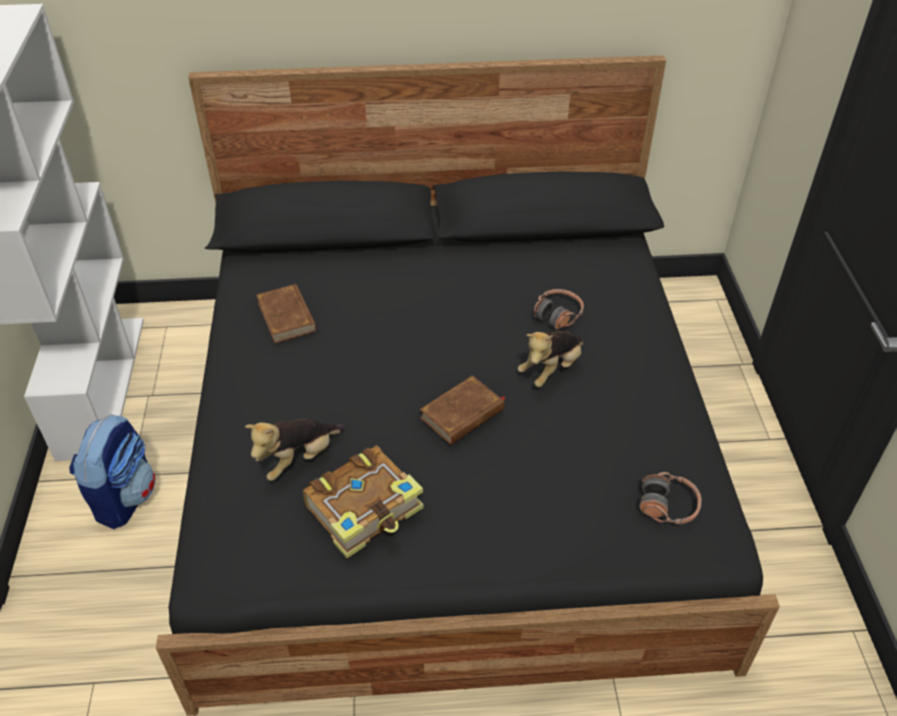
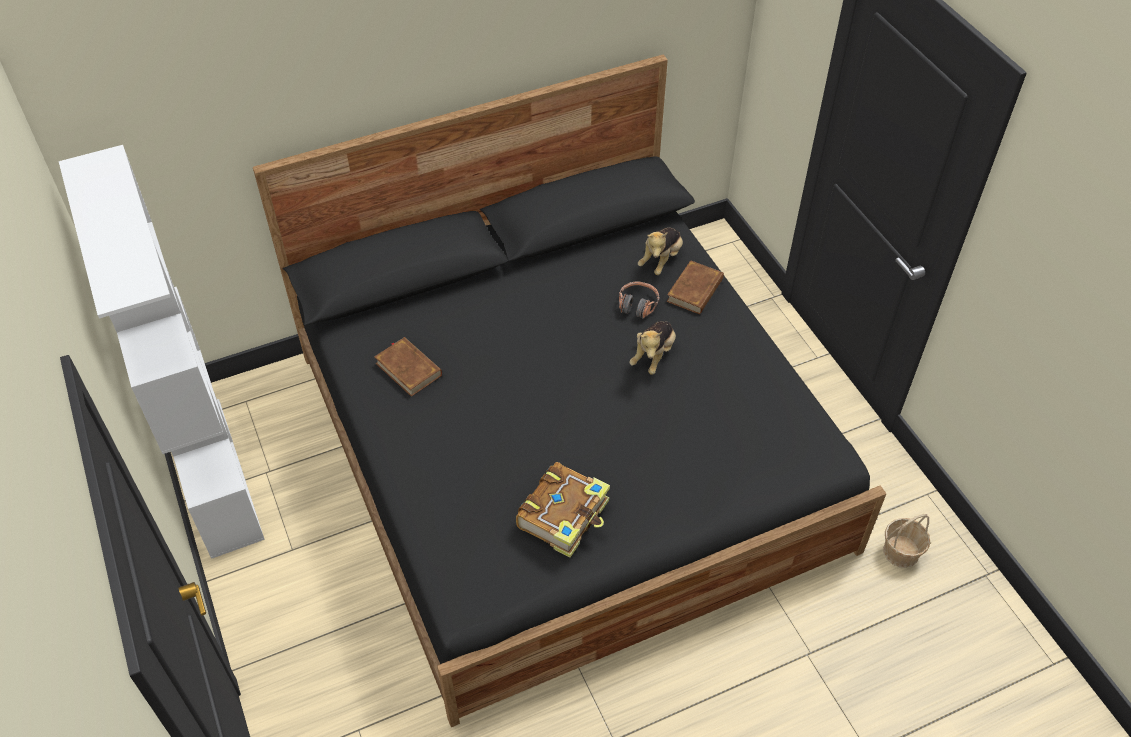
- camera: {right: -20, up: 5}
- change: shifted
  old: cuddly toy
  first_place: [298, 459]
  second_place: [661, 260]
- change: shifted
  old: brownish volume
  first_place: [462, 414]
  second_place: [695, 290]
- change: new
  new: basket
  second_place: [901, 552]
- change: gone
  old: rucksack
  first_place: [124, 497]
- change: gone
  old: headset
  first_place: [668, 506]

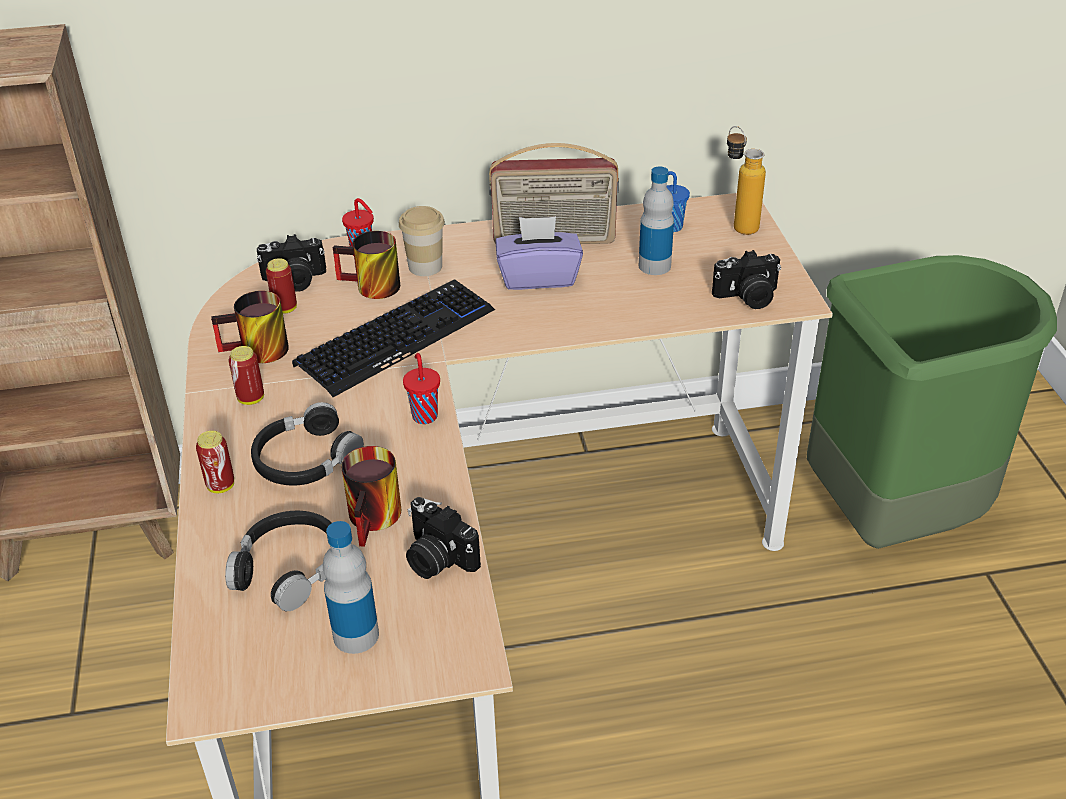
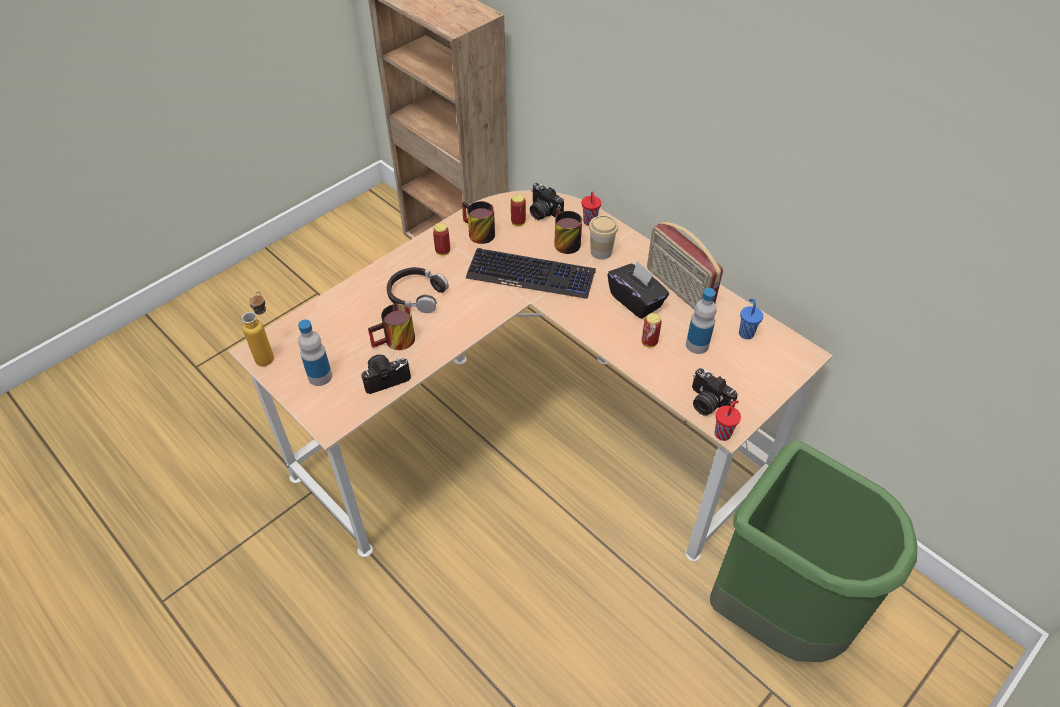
- camera: {right: 55, up: 10}
- change: shifted
  old: beverage bottle
  first_place: [738, 224]
  second_place: [268, 354]
- change: rotated
  old: still camera
  first_place: [436, 559]
  second_place: [385, 378]
  degrees: 60
- change: repainted
  old: purplish box of tissues
  new: black-coloured box of tissues
  first_place: [538, 277]
  second_place: [636, 301]
- change: shifted
  old: metal can
  first_place: [221, 486]
  second_place: [649, 342]
- change: shifted
  old: reddish cup
  first_place: [424, 415]
  second_place: [723, 433]
- change: gone
  old: black-coloured headset
  first_place: [289, 568]

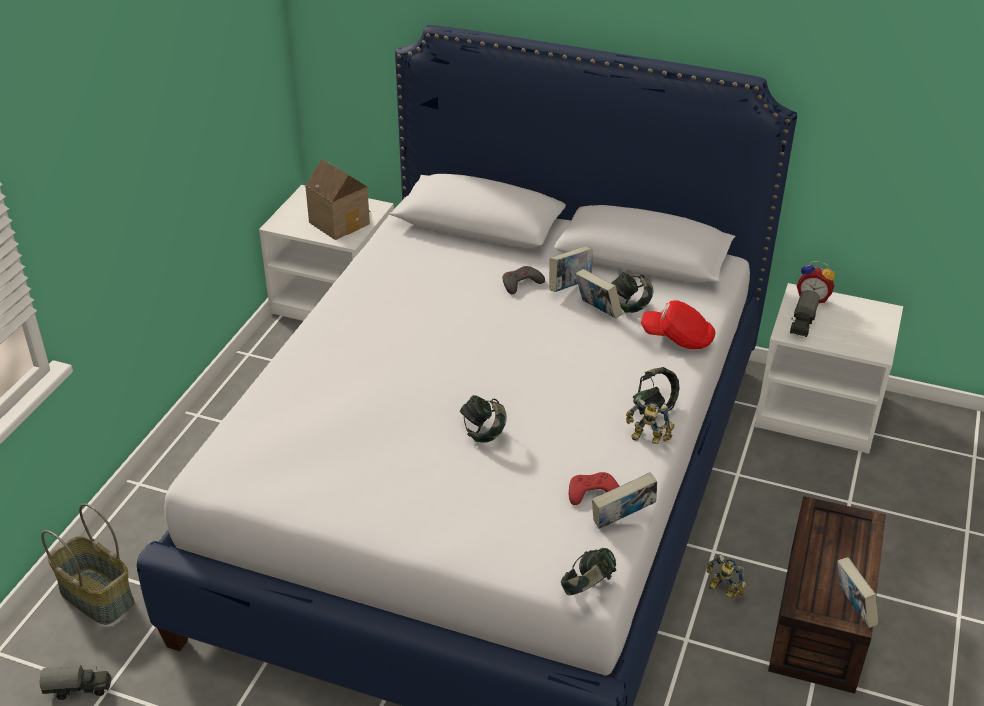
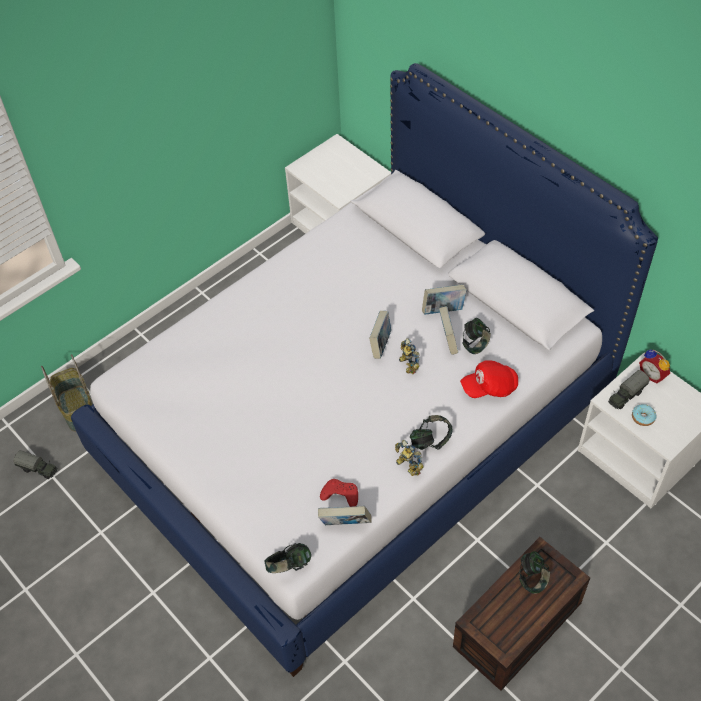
- camera: {right: 30, up: 15}
- change: shifted
  old: volume
  first_place: [853, 608]
  second_place: [380, 344]
- change: shifted
  old: model robot
  first_place: [722, 590]
  second_place: [407, 365]
- change: rotated
  old: reddish peaked cap
  first_place: [678, 338]
  second_place: [489, 387]
  degrees: -60
- change: shifted
  old: headset
  first_place: [483, 432]
  second_place: [532, 578]
- change: new
  new: ring doughnut
  second_place: [643, 417]
- change: gone
  old: miniature house
  first_place: [341, 222]
- change: gone
  old: gray game controller
  first_place: [521, 283]

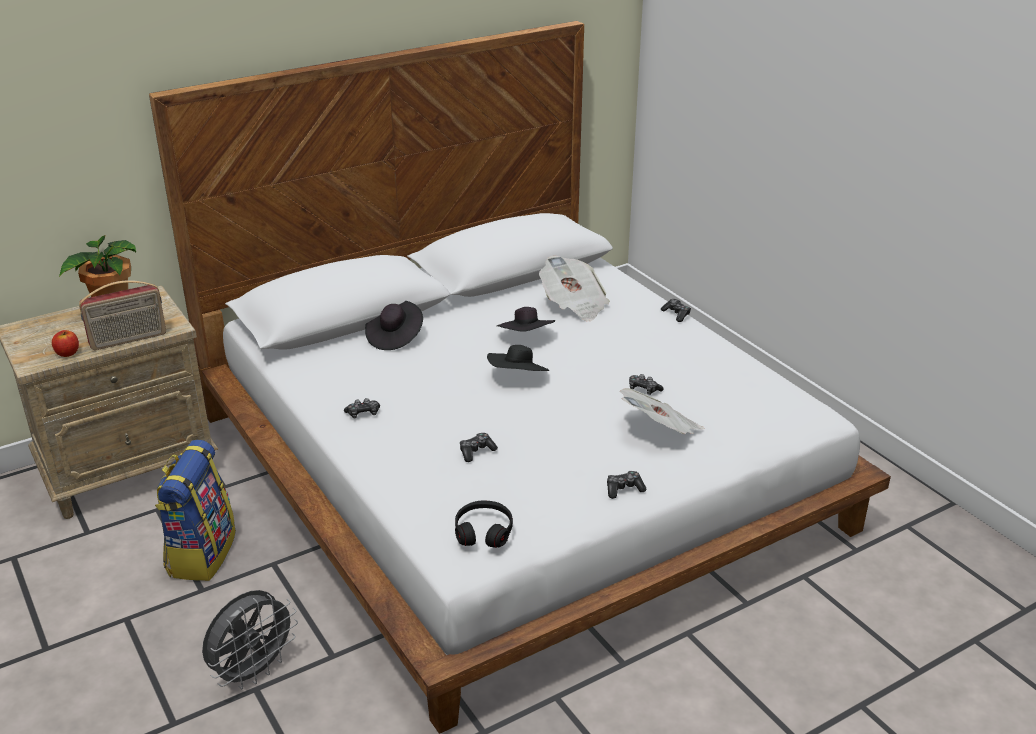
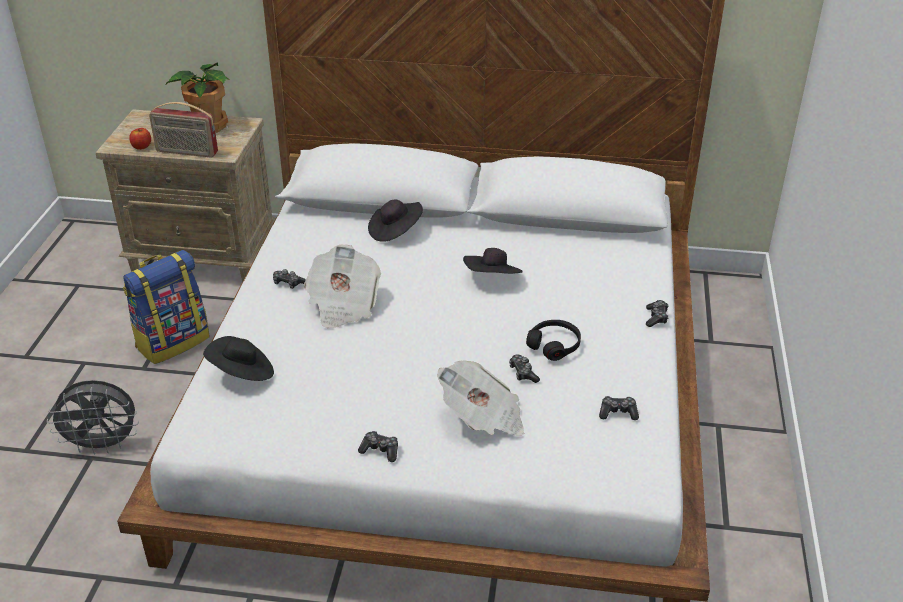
- camera: {right: 40, up: 5}
- change: shifted
  old: black-coloured clothing hat
  first_place: [518, 378]
  second_place: [242, 373]
- change: shifted
  old: daily paper
  first_place: [574, 305]
  second_place: [343, 304]
- change: shifted
  old: black-coloured headset
  first_place: [483, 531]
  second_place: [554, 345]
- change: shifted
  old: game controller
  first_place: [476, 451]
  second_place: [618, 412]

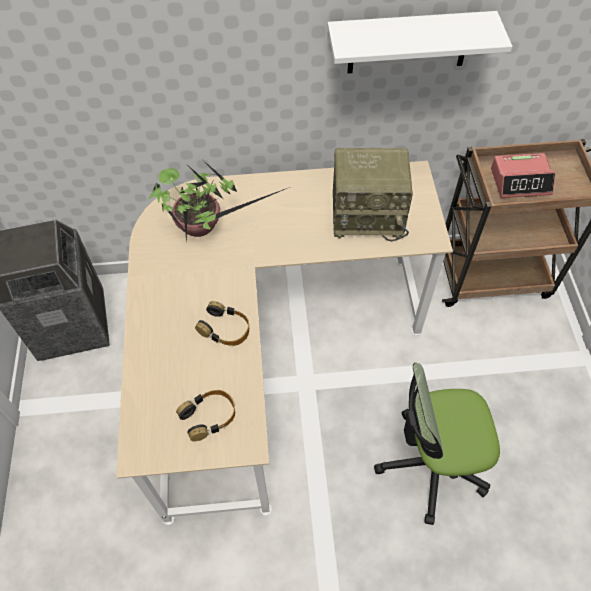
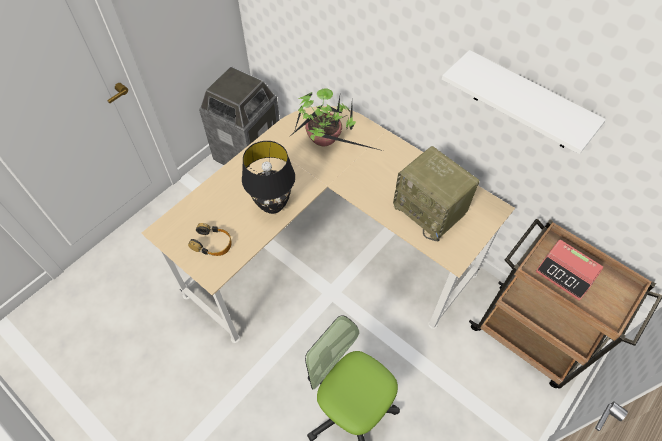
- camera: {right: 45, up: 0}
- change: swapped
  old: headset
  new: black-coloured tabletop lamp
  first_place: [225, 328]
  second_place: [272, 206]

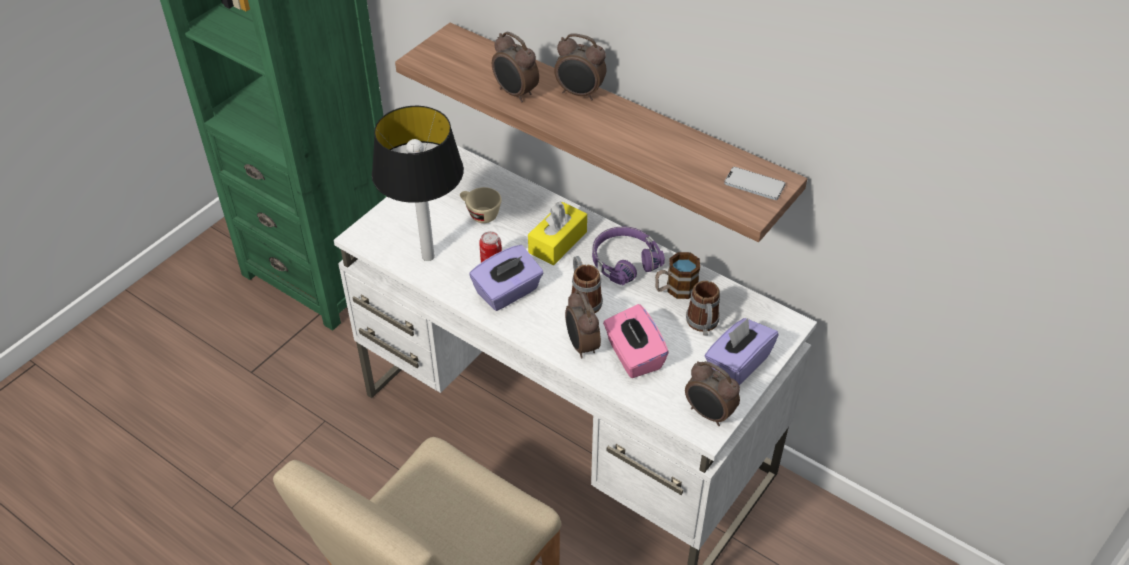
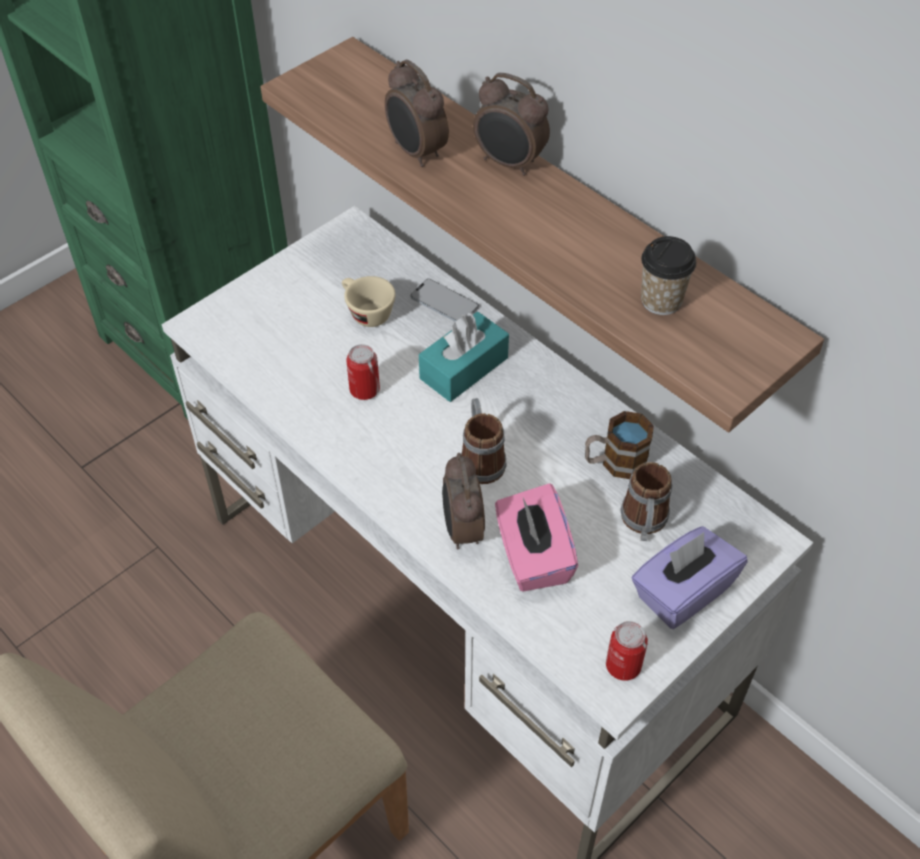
- camera: {right: 10, up: 5}
- change: shifted
  old: handset
  first_place: [754, 184]
  second_place: [444, 302]
- change: repainted
  old: yellow-coloured box of tissues
  new: turquoise box of tissues
  first_place: [557, 242]
  second_place: [464, 368]
- change: swapped
  old: table clock
  new: metal can
  first_place: [708, 414]
  second_place: [623, 666]
- change: new
  new: cup
  second_place: [661, 301]
- change: gone
  old: tabletop lamp
  first_place: [427, 255]
- change: gone
  old: purplish box of tissues
  first_place: [508, 292]
- change: gone
  old: purplish headset
  first_place: [624, 261]

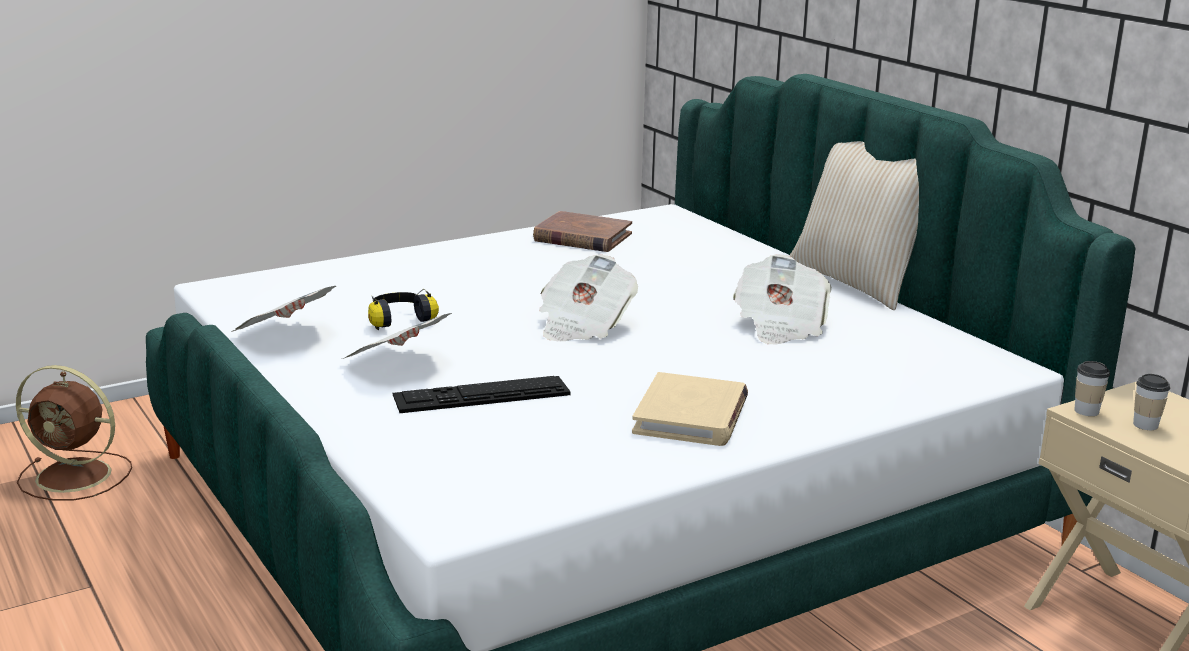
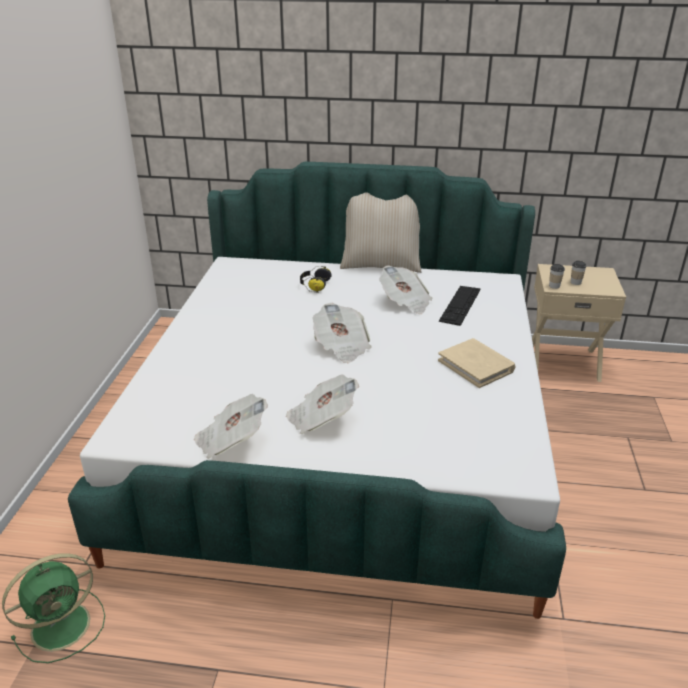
- camera: {right: -50, up: 10}
- change: repainted
  old: brownish fan
  new: green-coloured fan
  first_place: [77, 476]
  second_place: [63, 624]
- change: shifted
  old: headset
  first_place: [399, 320]
  second_place: [314, 285]
- change: shifted
  old: PC keyboard
  first_place: [481, 394]
  second_place: [460, 305]
- change: gone
  old: brownish volume
  first_place: [582, 237]

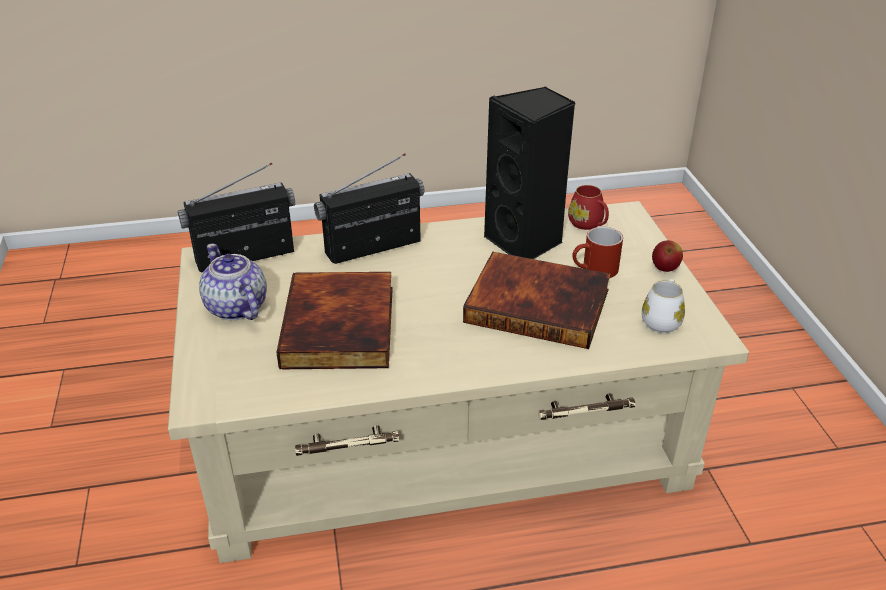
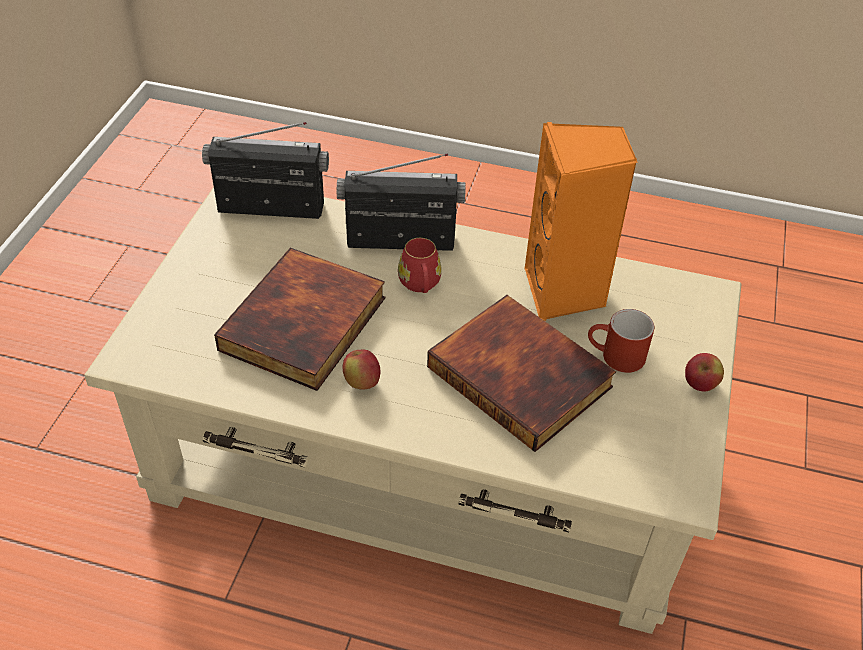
- camera: {right: 25, up: 10}
- change: new
  new: apple fruit
  second_place: [361, 382]
- change: shifted
  old: reddish mug
  first_place: [588, 225]
  second_place: [420, 285]
- change: repainted
  old: black-coloured loudspeaker
  new: orange loudspeaker
  first_place: [526, 243]
  second_place: [564, 293]
- change: gone
  old: pot for tea
  first_place: [236, 308]
- change: gone
  old: white mug
  first_place: [662, 320]

